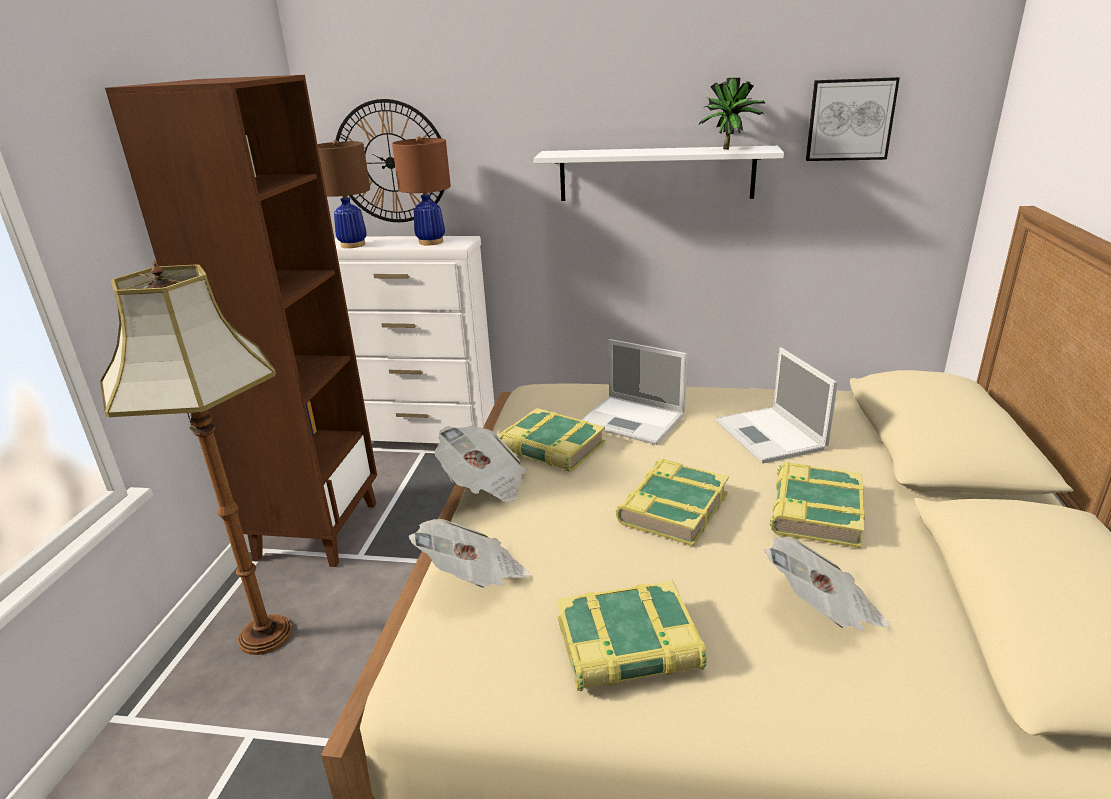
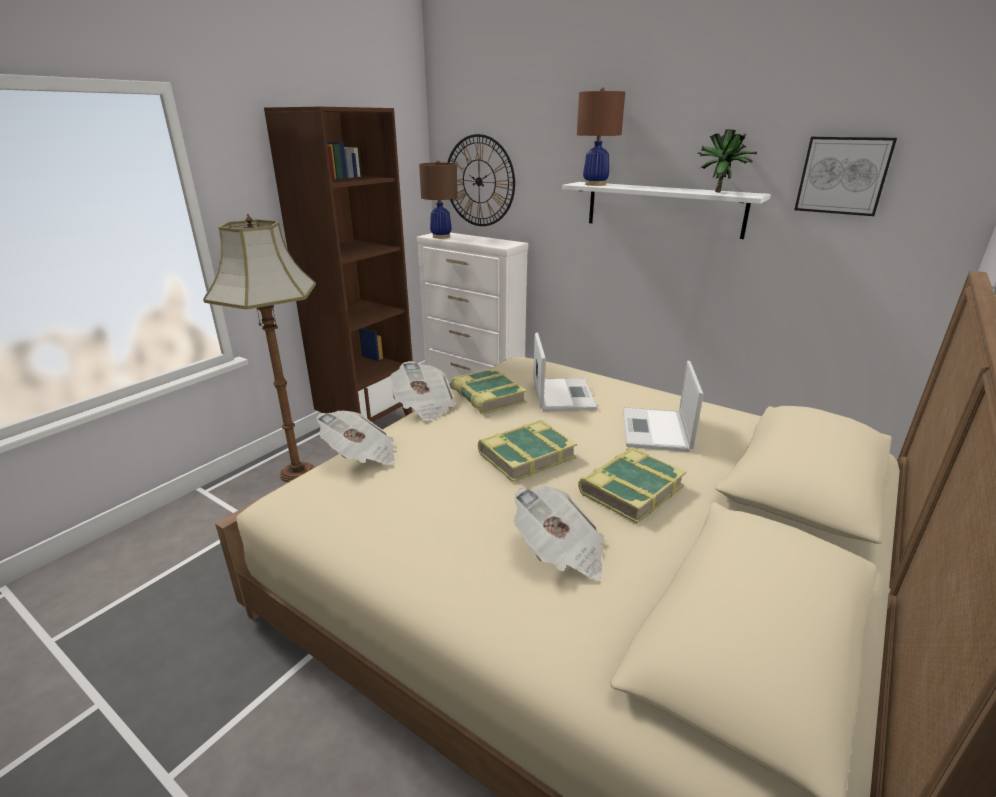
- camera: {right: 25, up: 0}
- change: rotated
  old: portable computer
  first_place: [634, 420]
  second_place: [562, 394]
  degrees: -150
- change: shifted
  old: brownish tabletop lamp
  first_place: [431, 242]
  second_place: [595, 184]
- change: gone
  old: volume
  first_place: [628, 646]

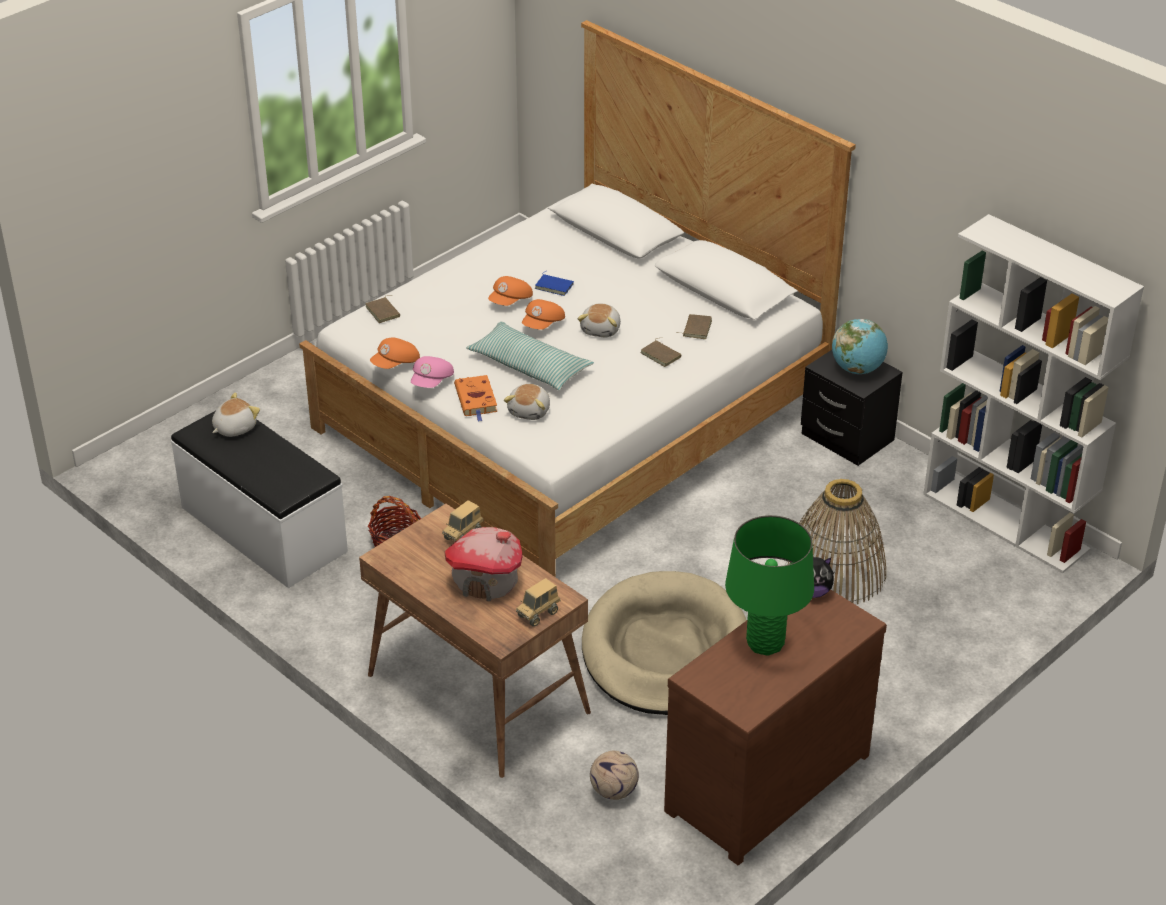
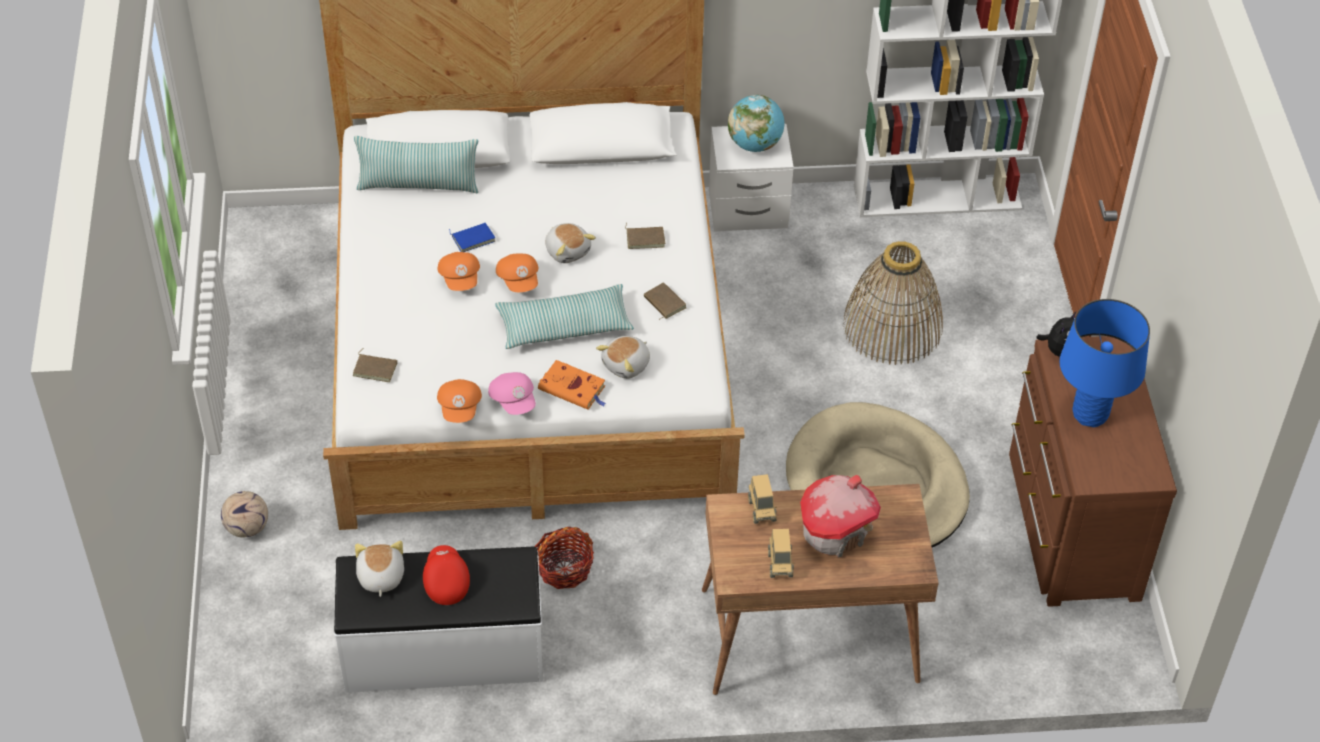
- camera: {right: -50, up: 10}
- change: shifted
  old: football
  first_place: [613, 791]
  second_place: [246, 528]
- change: new
  new: cushion
  second_place: [418, 185]
- change: new
  new: reddish peaked cap
  second_place: [445, 581]
- change: rotated
  old: cuddly toy
  first_place: [530, 411]
  second_place: [627, 365]
  degrees: 75
- change: shifted
  old: brownish volume
  first_place: [696, 328]
  second_place: [663, 303]
- change: repainted
  old: black-coloured night table
  new: white night table
  first_place: [846, 438]
  second_place: [748, 211]
- change: shifted
  old: model truck
  first_place: [538, 614]
  second_place: [780, 564]
- change: repainted
  old: green-coloured tabletop lamp
  new: bluish tabletop lamp
  first_place: [765, 643]
  second_place: [1089, 414]

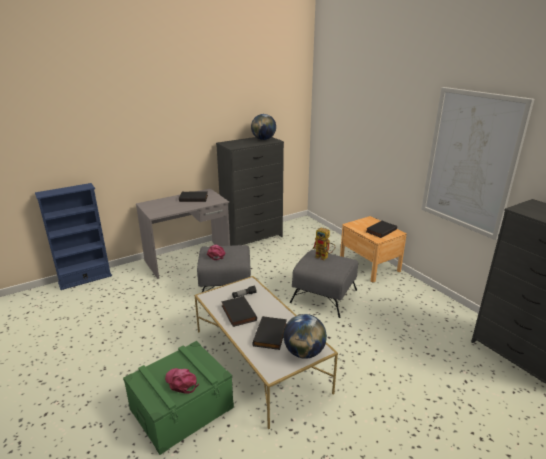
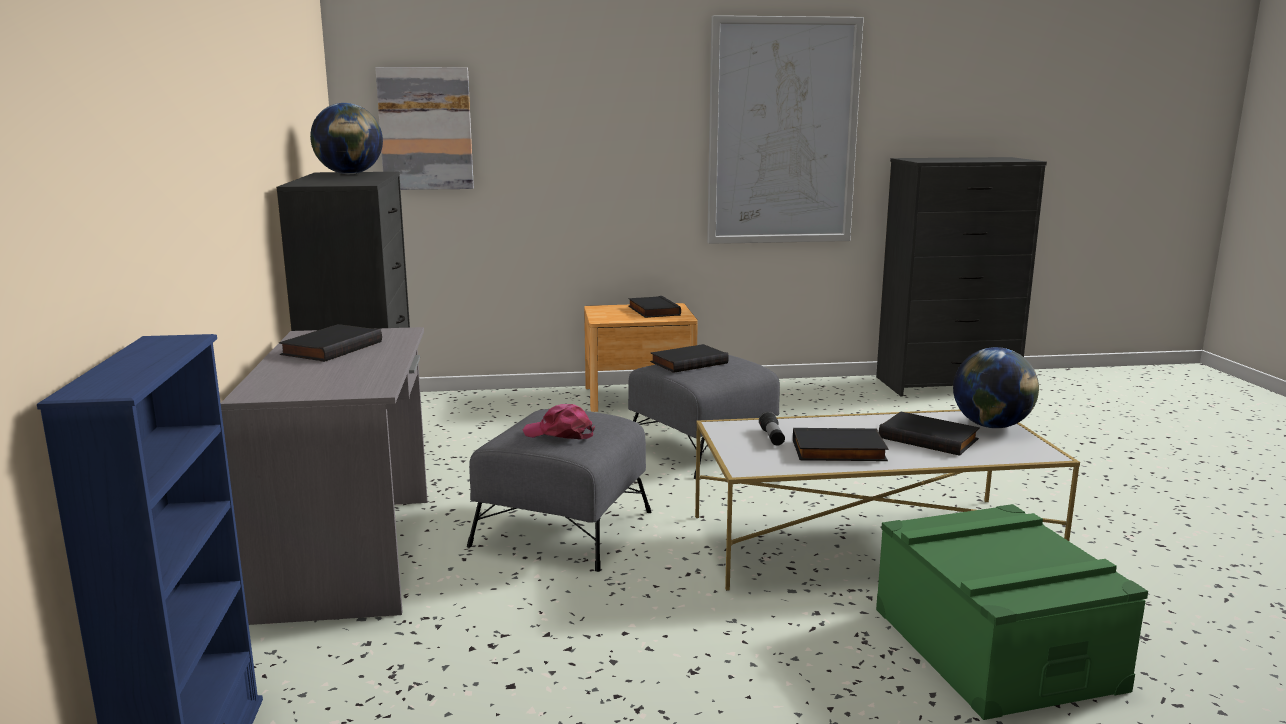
- camera: {right: -65, up: -10}
- change: new
  new: picture
  second_place: [426, 129]
- change: swapped
  old: model robot
  new: black-coloured volume
  first_place: [324, 257]
  second_place: [688, 362]
- change: gone
  old: pink peaked cap
  first_place: [181, 382]

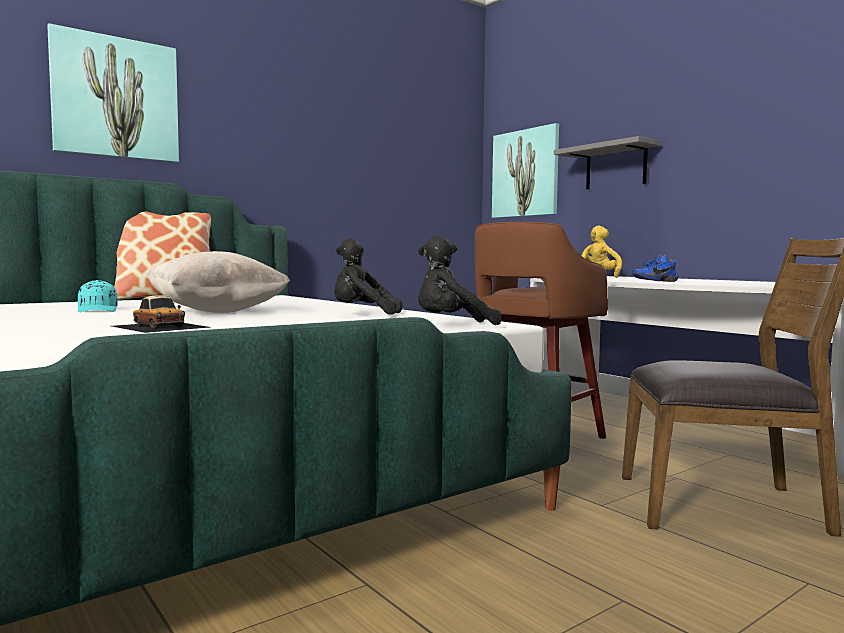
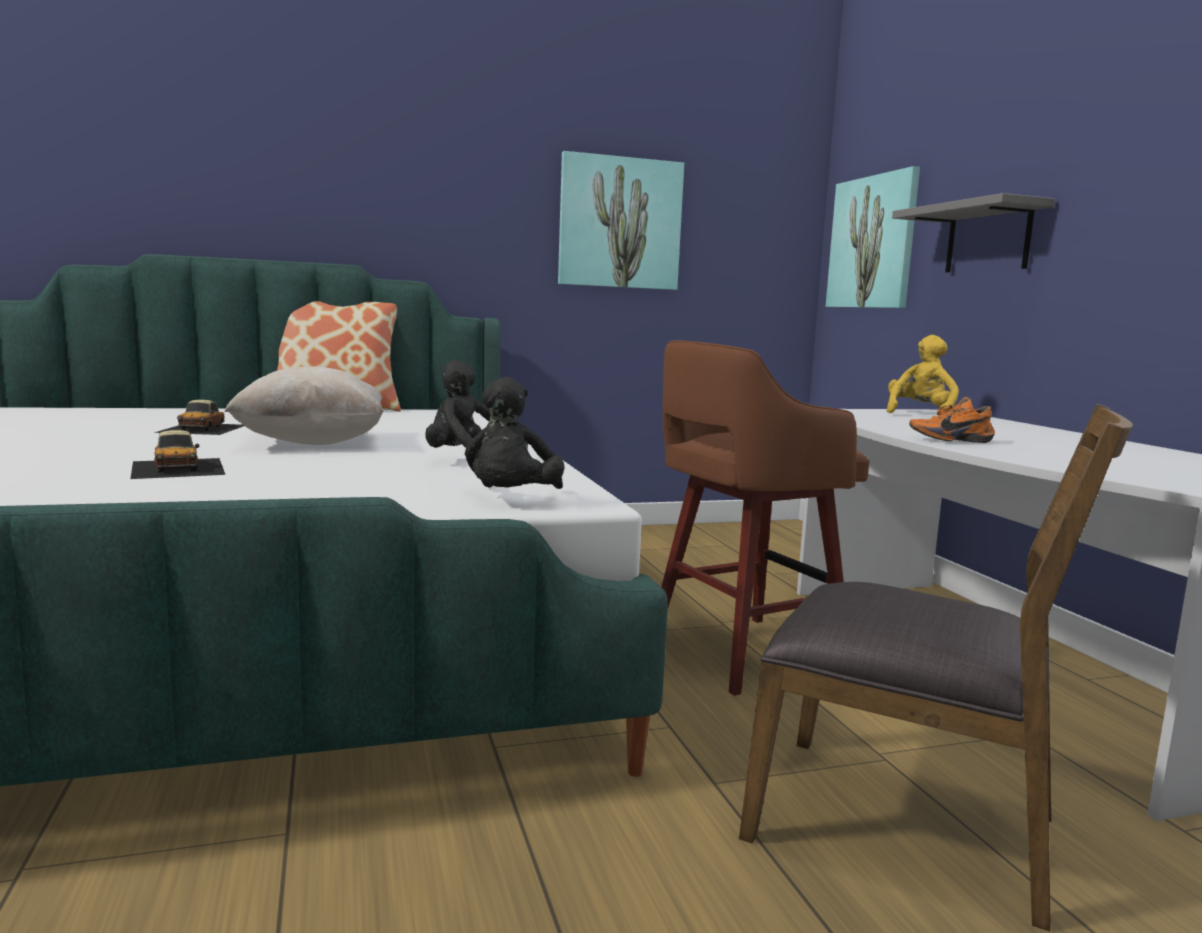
- camera: {right: 20, up: 5}
- change: swapped
  old: turquoise peaked cap
  new: toy car
  first_place: [98, 310]
  second_place: [203, 428]
- change: rotated
  old: black-coloured cuddly toy
  first_place: [452, 325]
  second_place: [511, 500]
  degrees: -90
- change: shifted
  old: picture
  first_place: [116, 98]
  second_place: [620, 223]
- change: repainted
  old: bluish item of footwear
  new: orange item of footwear
  first_place: [654, 281]
  second_place: [949, 440]

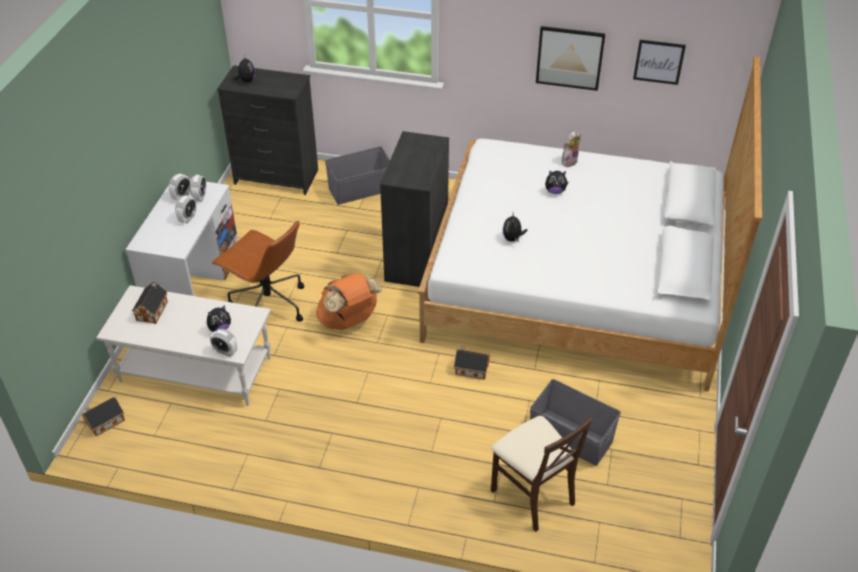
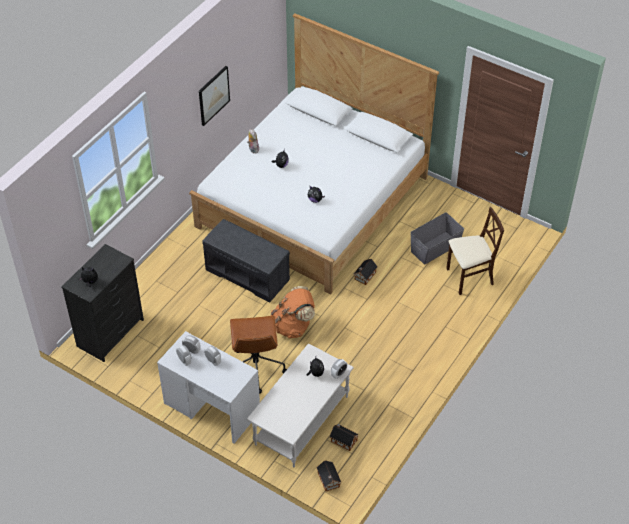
- camera: {right: -70, up: 5}
- change: swapped
  old: black-coloured dresser
  new: gray long seat
  first_place: [415, 257]
  second_place: [248, 274]
- change: rotated
  old: brownish office chair
  first_place: [268, 305]
  second_place: [256, 367]
  degrees: 120
- change: shifted
  old: miniature house
  first_place: [153, 310]
  second_place: [343, 440]
- change: gone
  old: gray storage box
  first_place: [361, 189]
- change: gone
  old: picture
  first_place: [659, 62]

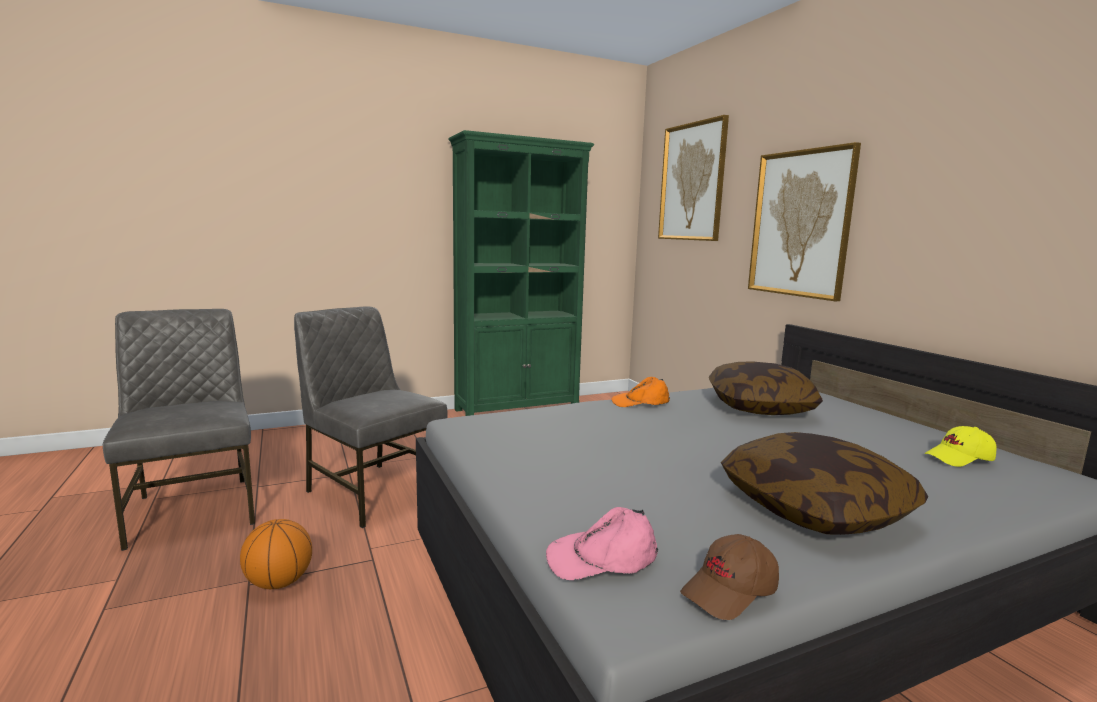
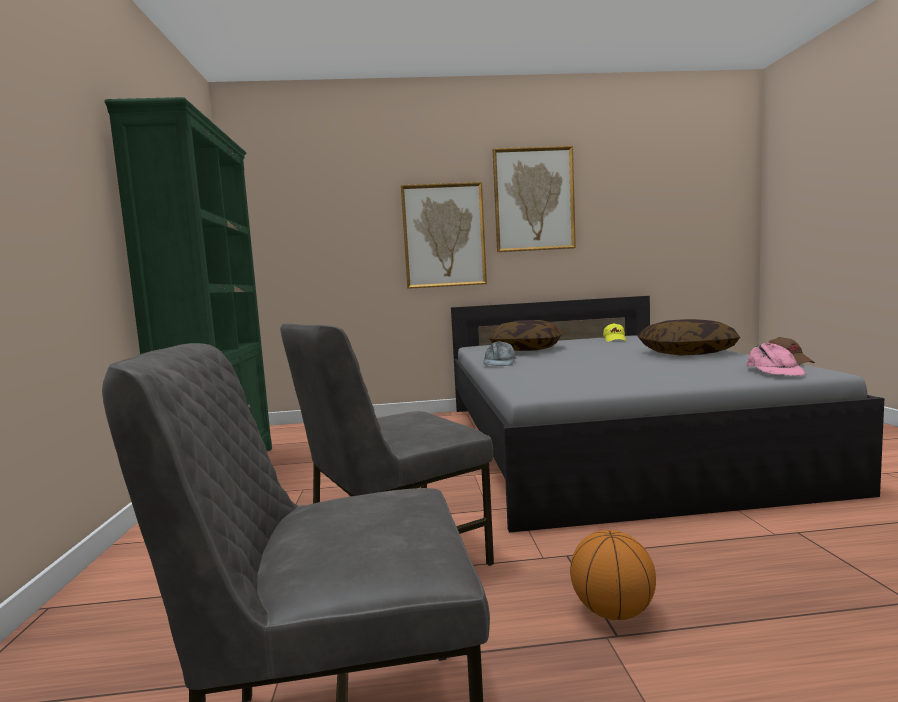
- camera: {right: -70, up: -5}
- change: repainted
  old: orange peaked cap
  new: gray peaked cap
  first_place: [640, 402]
  second_place: [499, 362]
- change: shifted
  old: picture
  first_place: [692, 182]
  second_place: [534, 199]

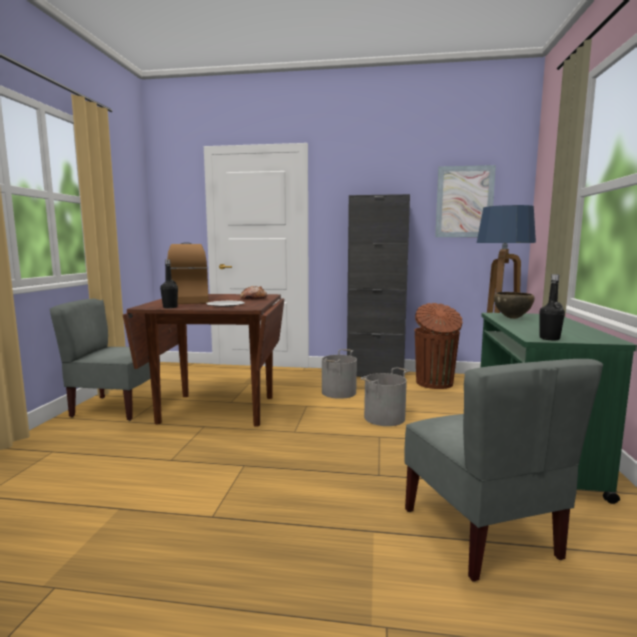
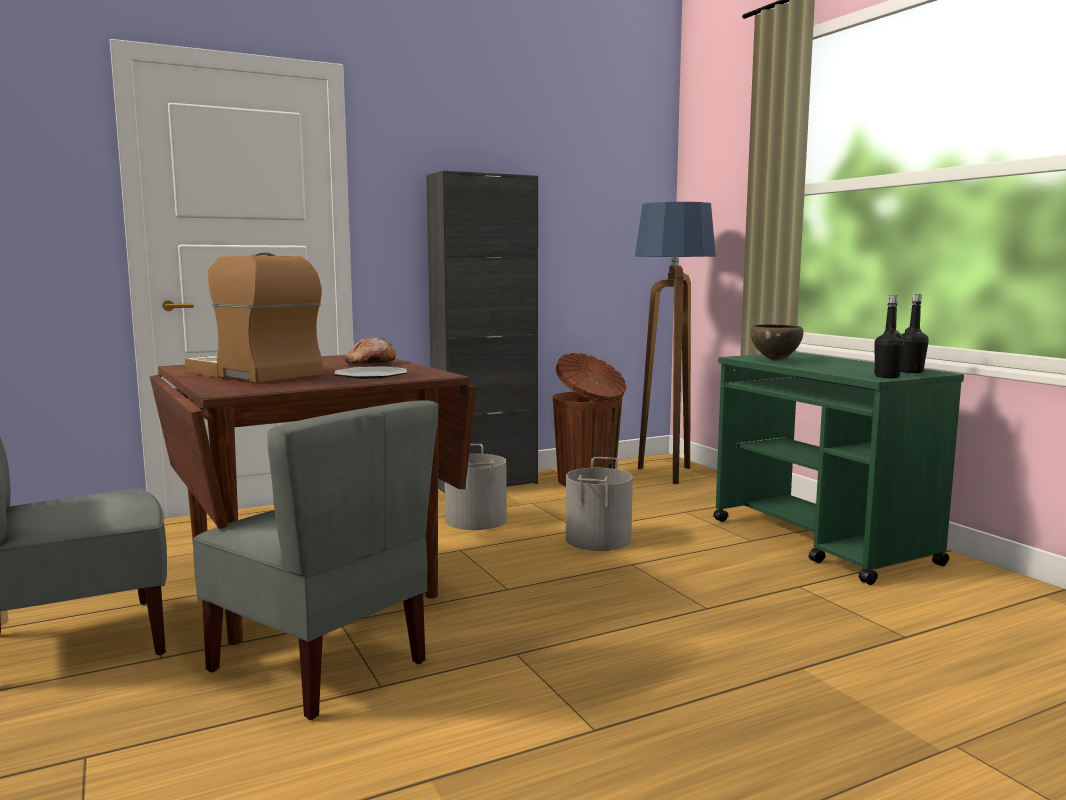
- camera: {right: -35, up: 0}
- change: shifted
  old: gray chair
  first_place: [481, 533]
  second_place: [322, 665]
- change: shifted
  old: black-coloured beverage bottle
  first_place: [170, 307]
  second_place: [911, 371]
- change: gone
  old: picture
  first_place: [464, 202]

